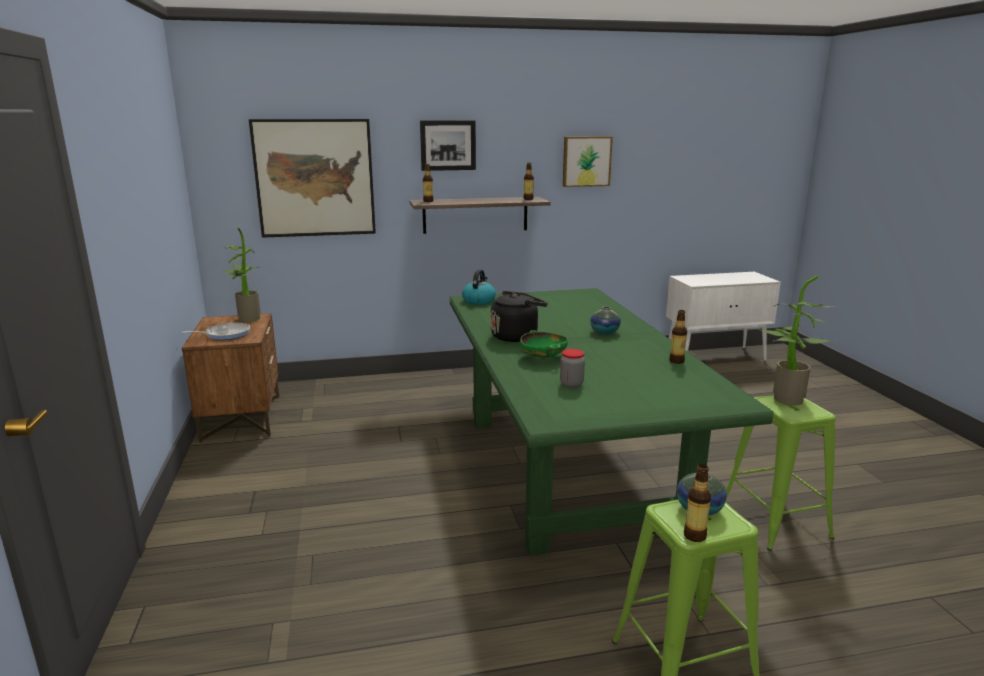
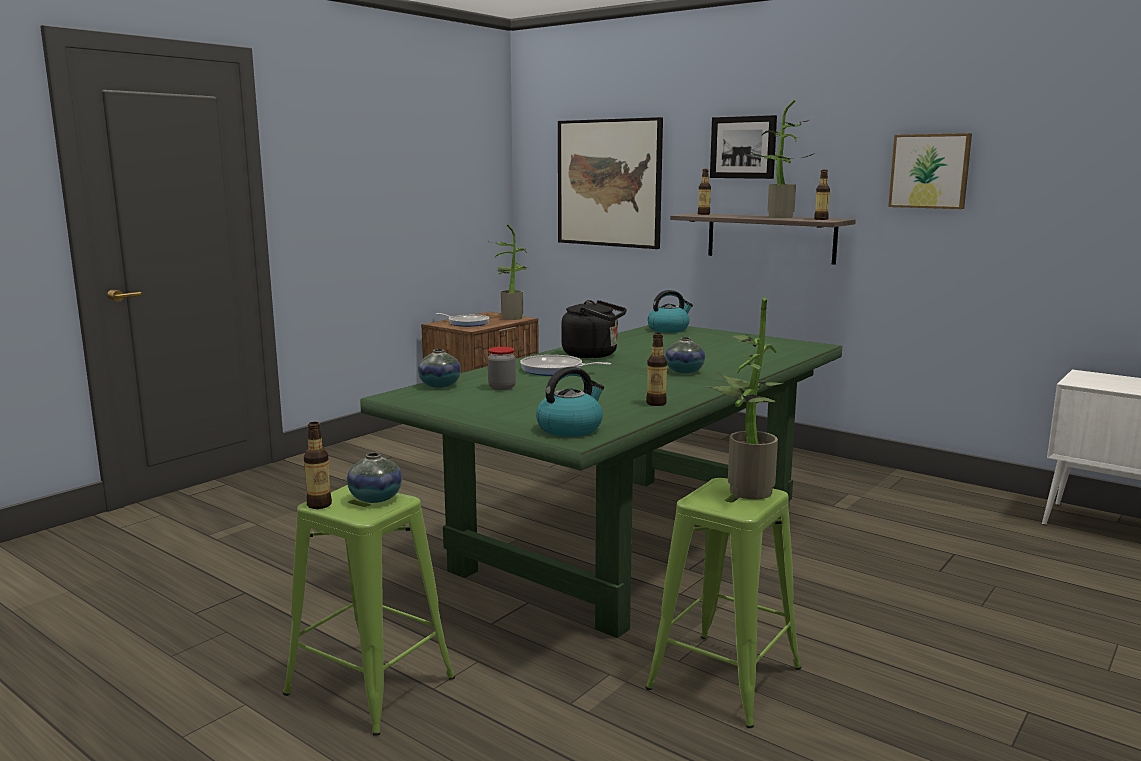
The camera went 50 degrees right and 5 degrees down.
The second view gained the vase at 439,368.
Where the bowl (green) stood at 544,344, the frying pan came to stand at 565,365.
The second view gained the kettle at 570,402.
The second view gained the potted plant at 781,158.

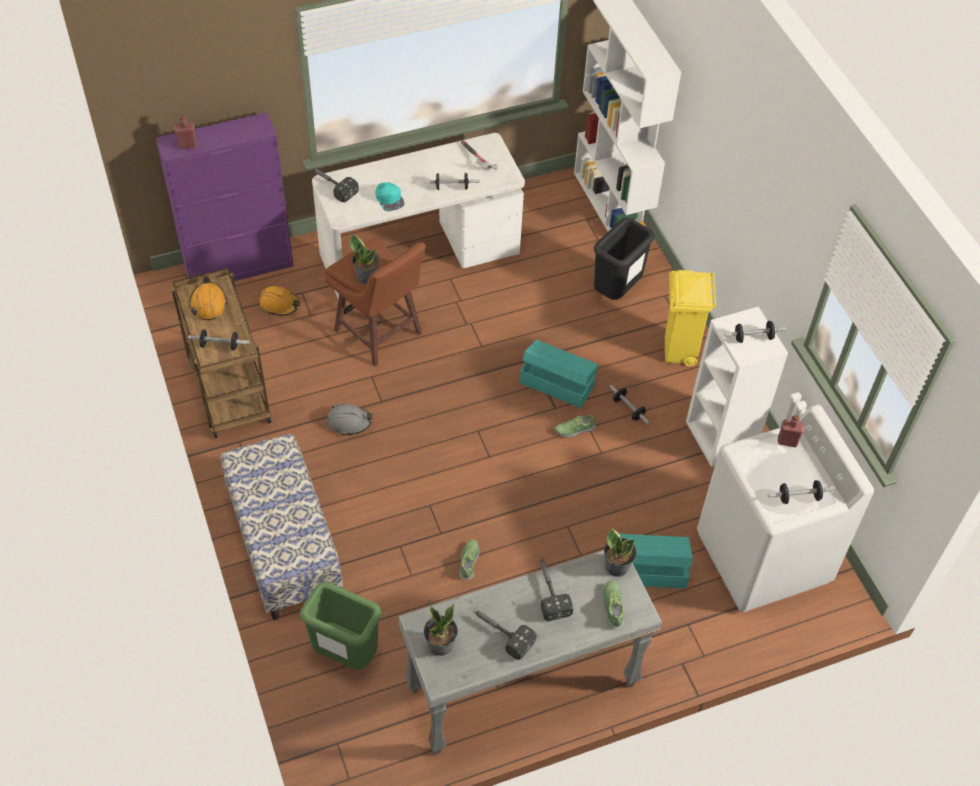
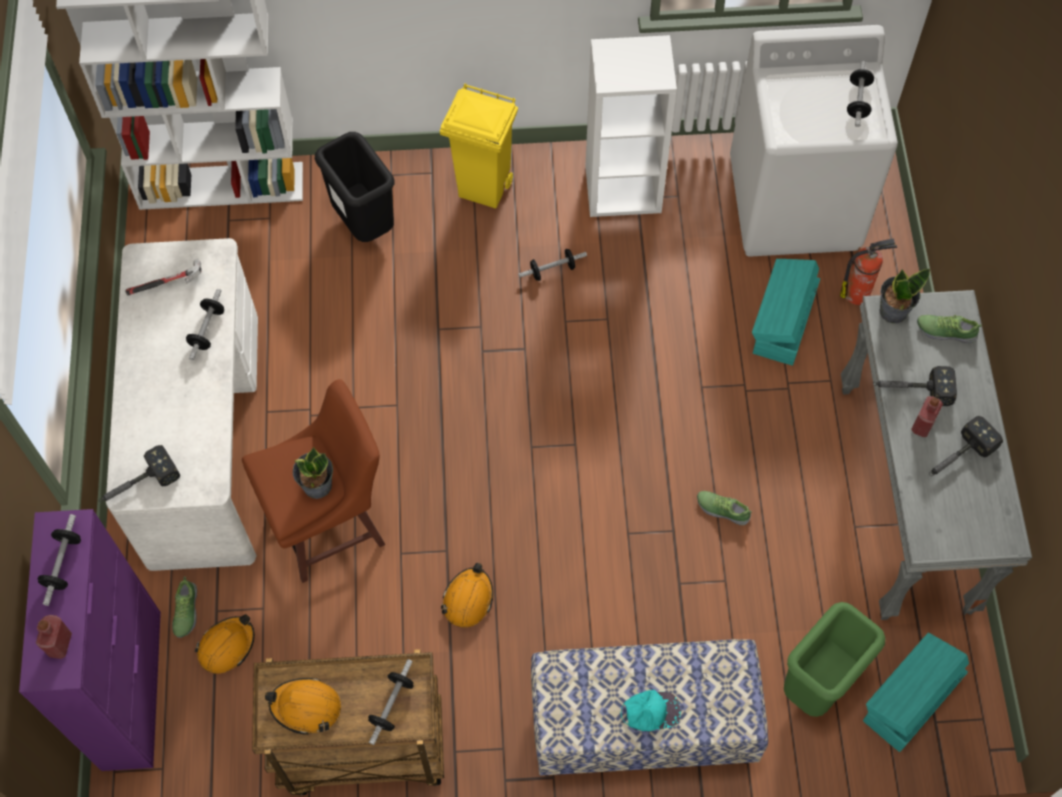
The camera went 70 degrees left and 10 degrees up.
The dumbbell ended up elsewhere, having gone from 755,332 to 59,560.
The shoe ended up elsewhere, having gone from 575,426 to 184,607.
What was the hard hat (grey) at 350,420 turned into the hard hat (orange) at 467,595.
The cap (turquoise) ended up elsewhere, having gone from 390,196 to 650,710.
The second view gained the fire extinguisher at 868,271.
The storage box (turquoise) ended up elsewhere, having gone from 559,374 to 916,692.
The bottle (red) ended up elsewhere, having gone from 791,431 to 927,416.
The second view lost the potted plant at 441,628.

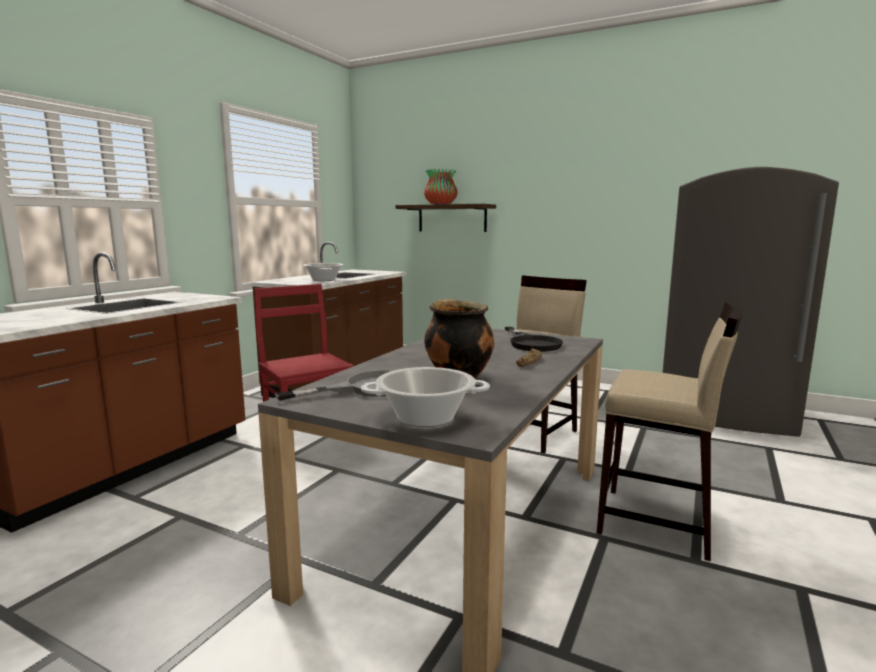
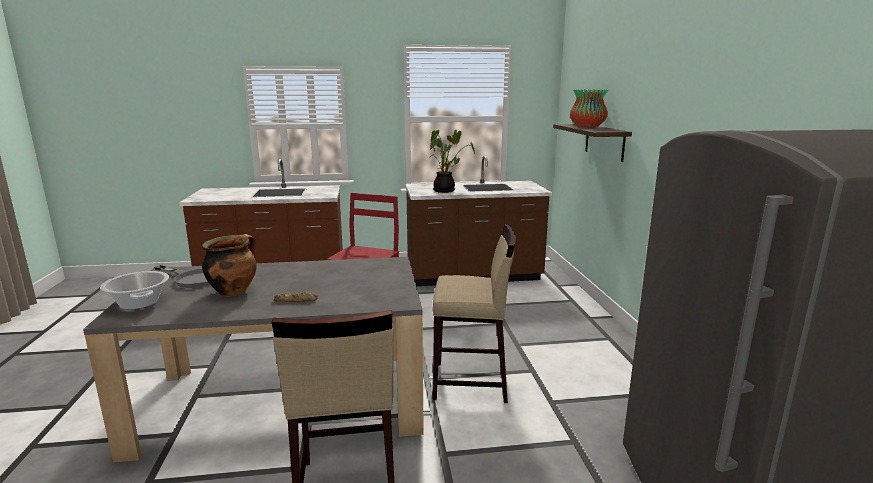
The camera went 55 degrees right and 5 degrees up.
Where the cooking pot stood at 323,272, the potted plant came to stand at 452,161.
The second view lost the frying pan (black) at 534,339.

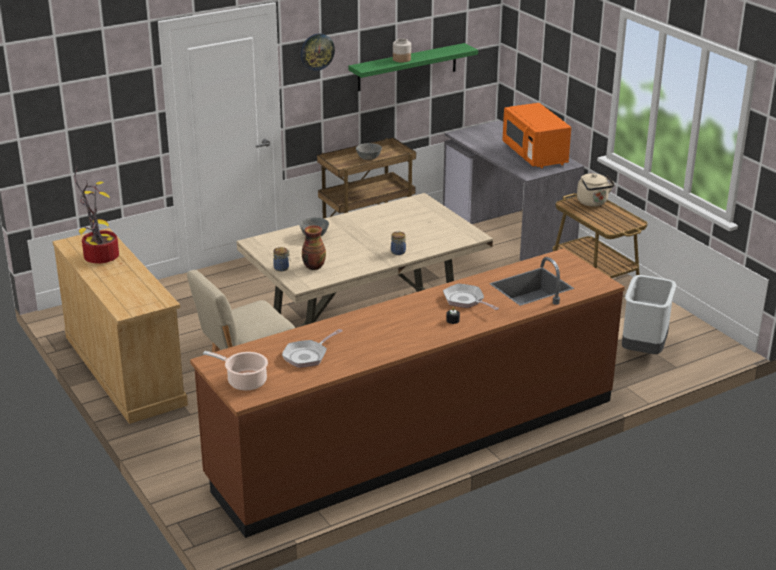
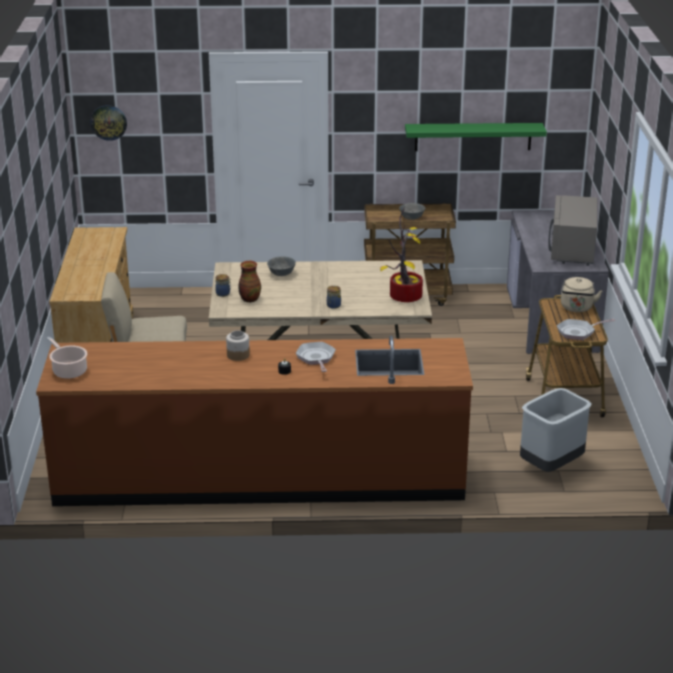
The camera went 30 degrees right and 0 degrees up.
The wall clock ended up elsewhere, having gone from 318,52 to 108,123.
The jar ended up elsewhere, having gone from 402,50 to 238,345.
The potted plant ended up elsewhere, having gone from 96,214 to 401,255.
What was the microwave (orange) at 537,135 turned into the microwave (grey) at 572,230.
The frying pan ended up elsewhere, having gone from 312,348 to 586,329.

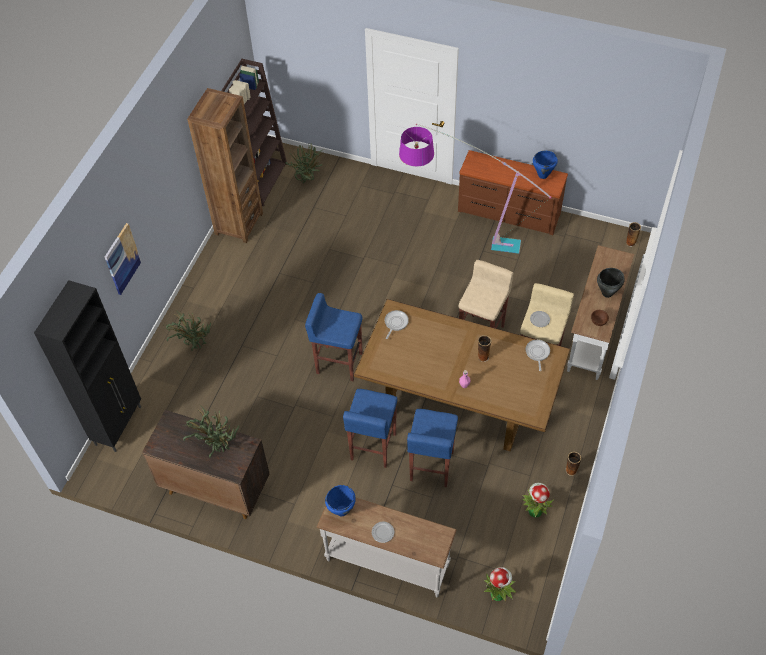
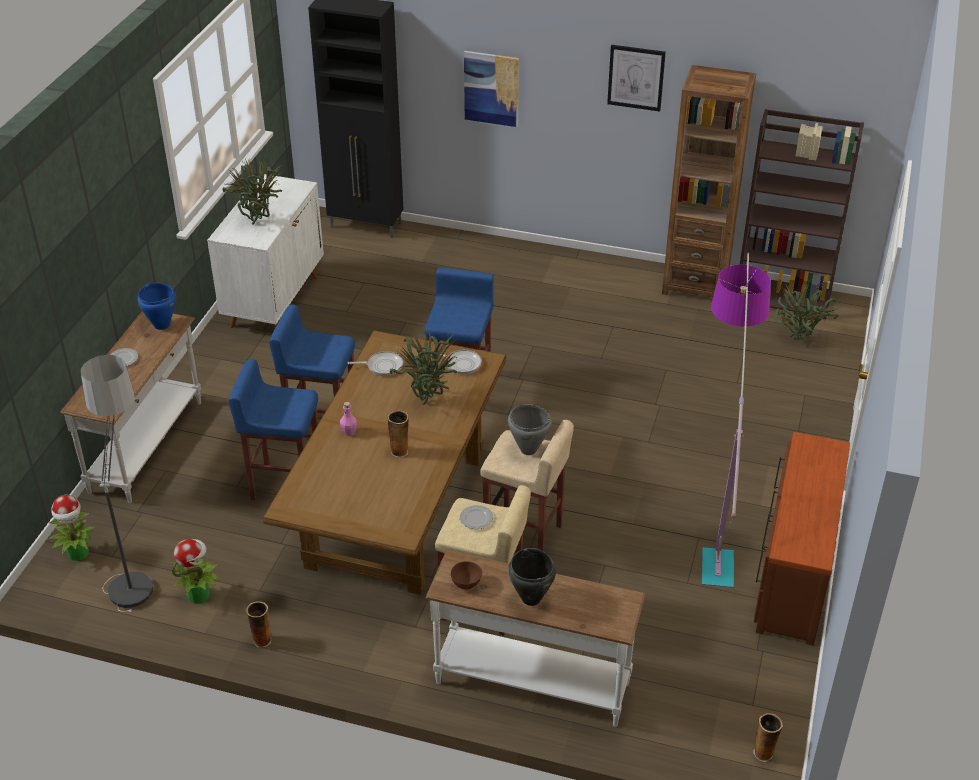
The camera went 85 degrees right and 15 degrees down.
The second view gained the floor lamp at 117,483.
What was the cabinet (brown) at 206,464 turned into the cabinet (white) at 265,252.
The frying pan ended up elsewhere, having gone from 538,355 to 375,363.
The potted plant ended up elsewhere, having gone from 188,331 to 424,366.
The second view gained the cooking pot (grey) at 530,429.
The second view gained the picture at 636,78.
The second view lost the cooking pot (blue) at 545,165.

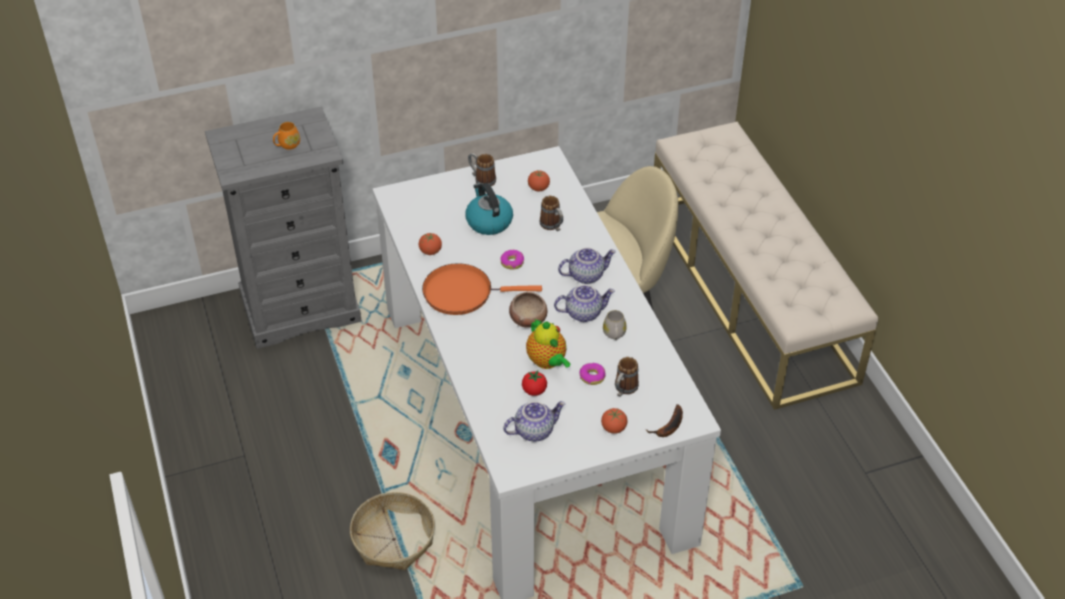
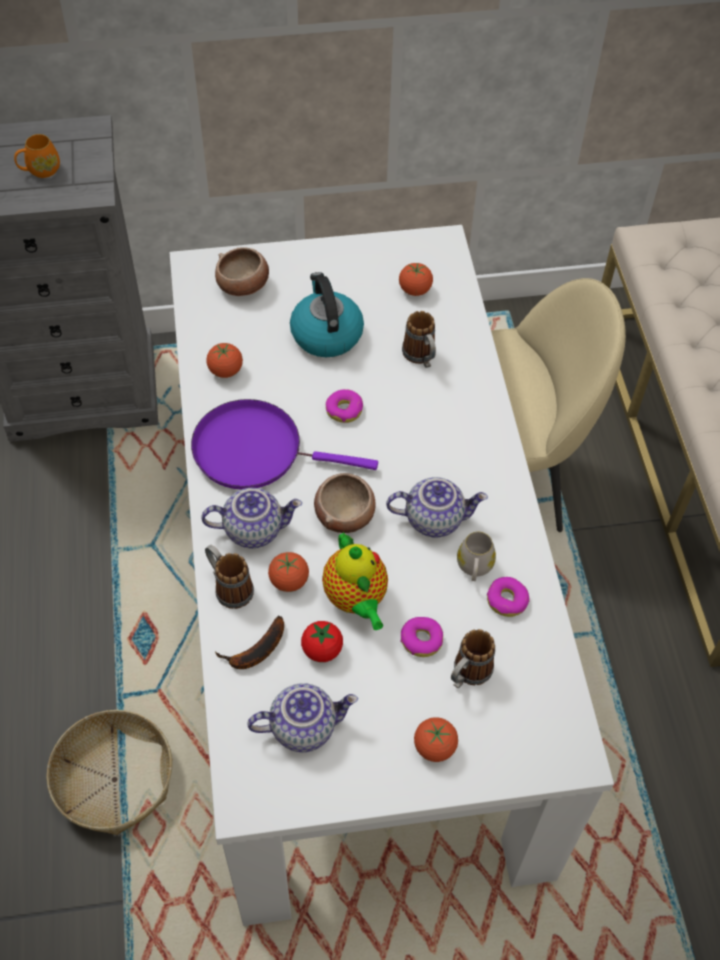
The camera went 10 degrees right and 10 degrees up.
What was the frying pan (orange) at 482,289 turned into the frying pan (purple) at 284,444.
The teapot ended up elsewhere, having gone from 587,266 to 251,518.
The mug ended up elsewhere, having gone from 482,169 to 229,577.
The second view gained the bowl at 242,271.
The banana ended up elsewhere, having gone from 664,420 to 249,642.
The second view gained the tomato at 288,572.
The second view gained the donut at 508,597.

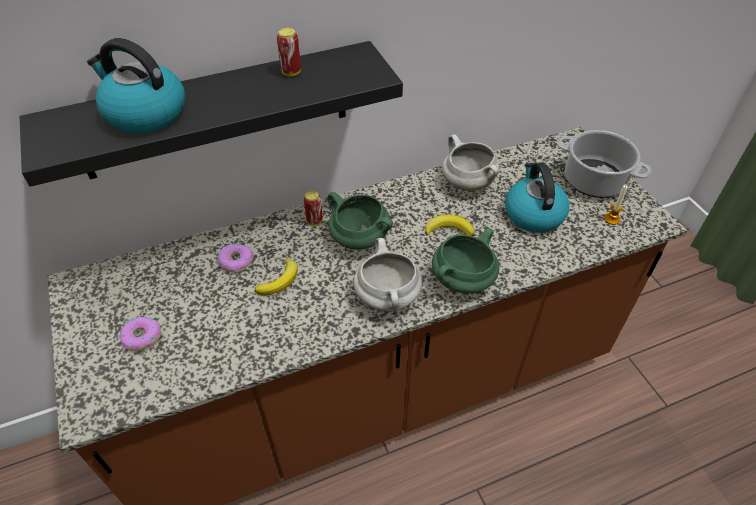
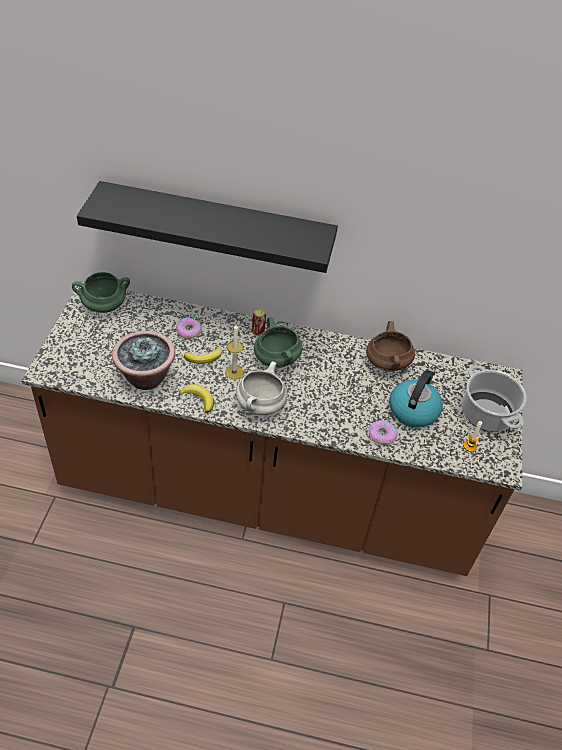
The camera went 30 degrees right and 0 degrees up.
The cooking pot (green) ended up elsewhere, having gone from 465,261 to 101,292.
The second view gained the potted plant at 143,360.
The banana ended up elsewhere, having gone from 450,225 to 196,398.
The second view gained the candle at 234,352.
What was the cooking pot (white) at 471,162 turned into the cooking pot (brown) at 390,346.
The donut ended up elsewhere, having gone from 140,333 to 383,432.
The second view lost the kettle at 136,86.
The second view lost the can at 289,52.

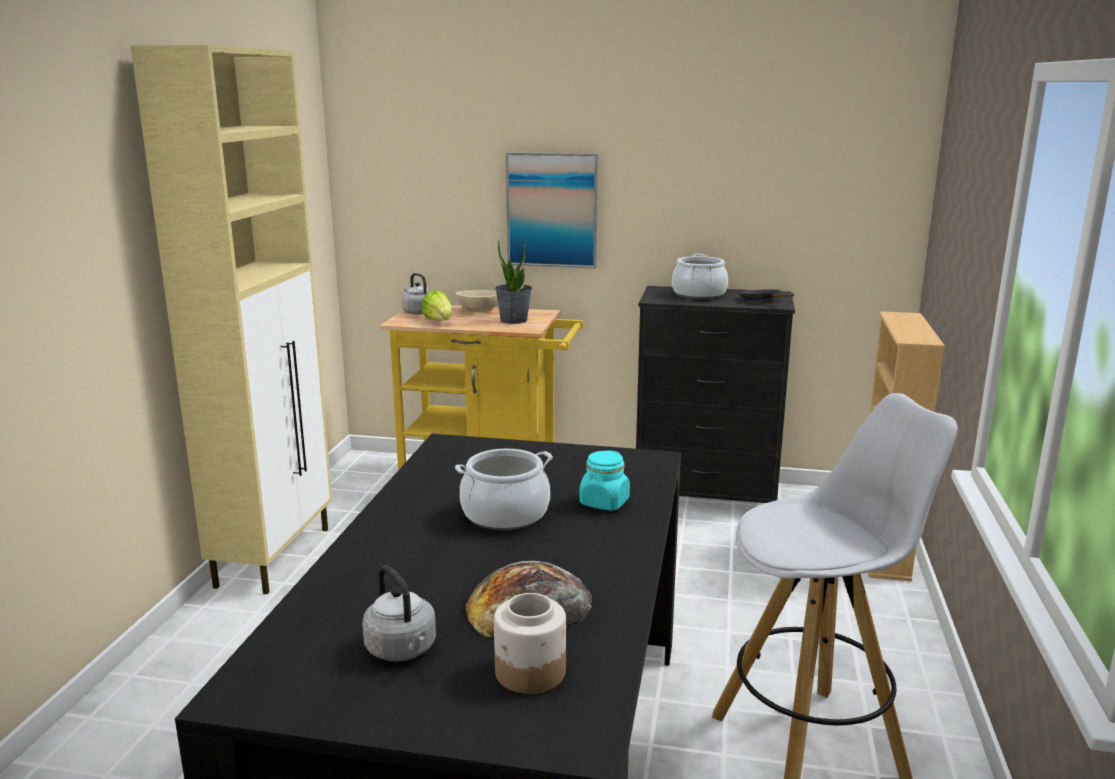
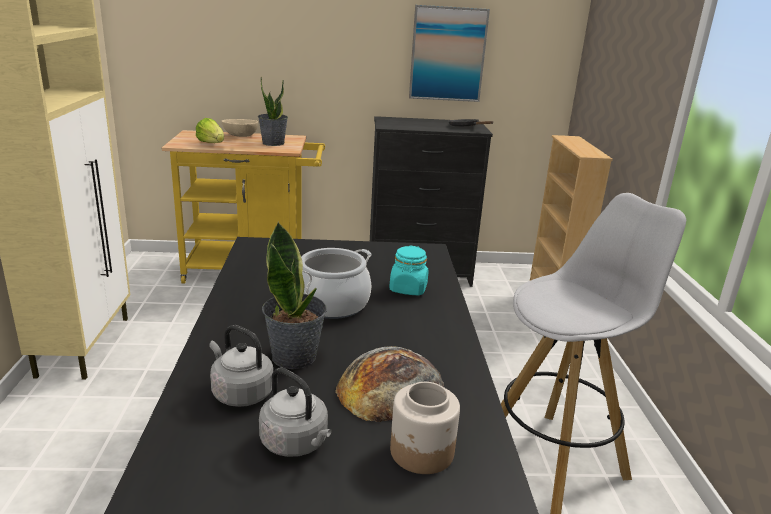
The camera went 15 degrees left and 5 degrees up.
The kettle (grey) ended up elsewhere, having gone from 415,294 to 241,366.
The second view gained the potted plant at 294,295.
The picture ended up elsewhere, having gone from 552,210 to 449,53.
The second view lost the cooking pot at 700,276.

